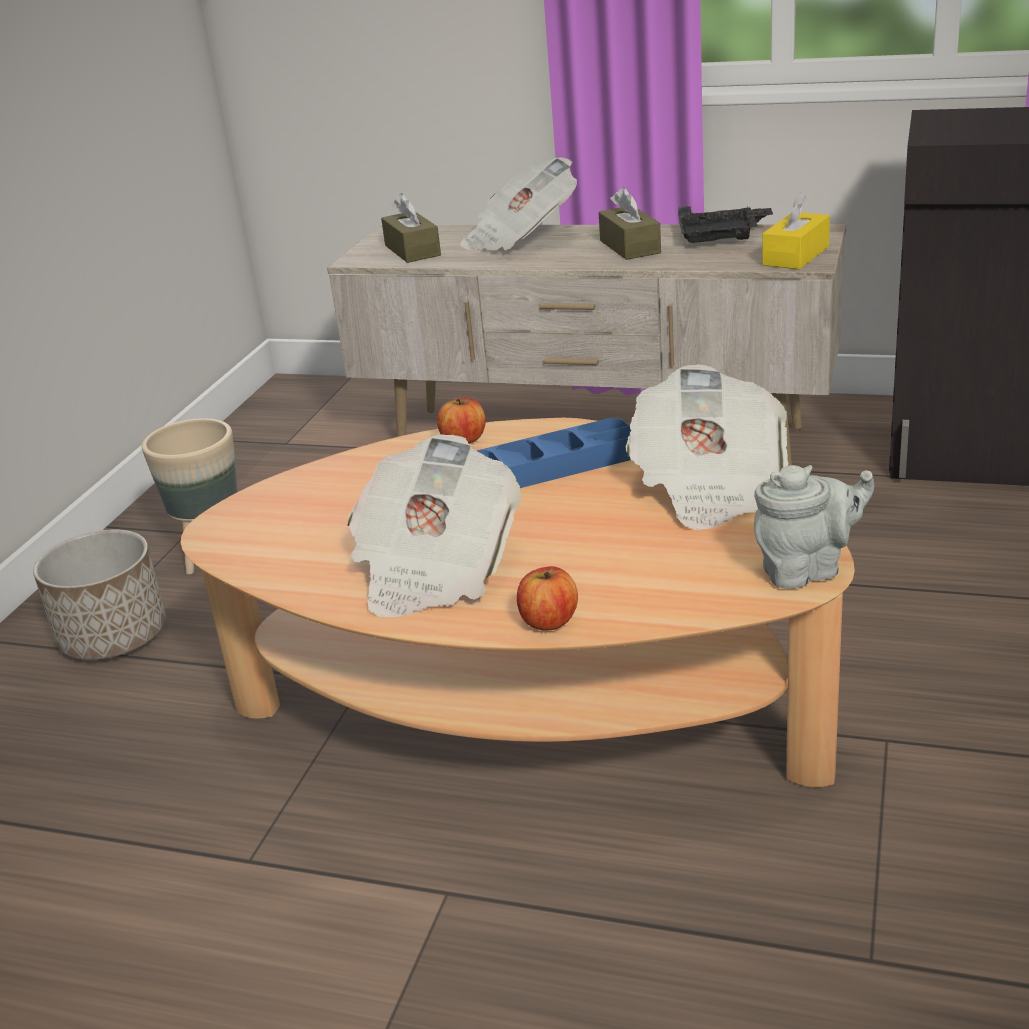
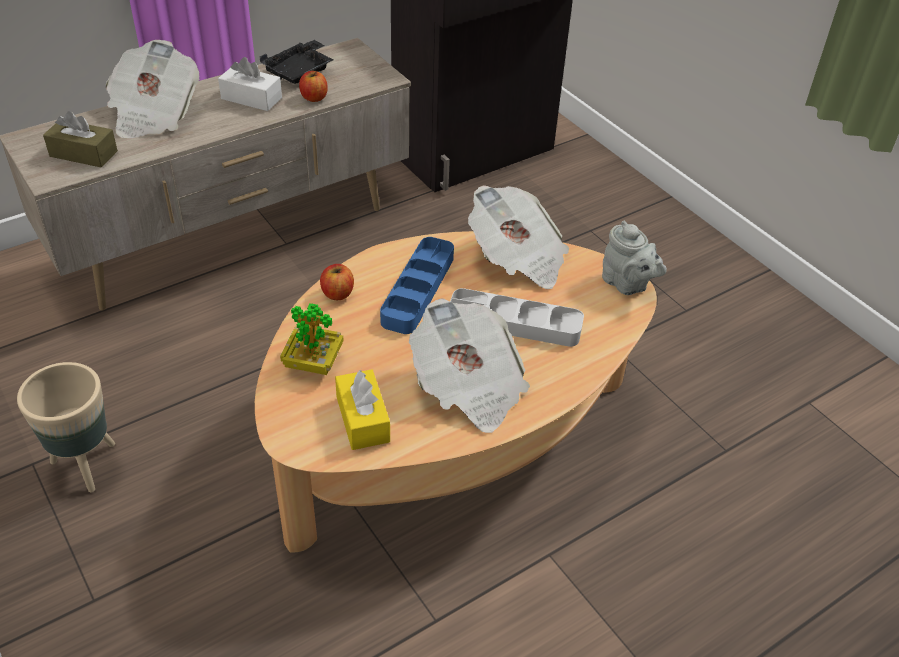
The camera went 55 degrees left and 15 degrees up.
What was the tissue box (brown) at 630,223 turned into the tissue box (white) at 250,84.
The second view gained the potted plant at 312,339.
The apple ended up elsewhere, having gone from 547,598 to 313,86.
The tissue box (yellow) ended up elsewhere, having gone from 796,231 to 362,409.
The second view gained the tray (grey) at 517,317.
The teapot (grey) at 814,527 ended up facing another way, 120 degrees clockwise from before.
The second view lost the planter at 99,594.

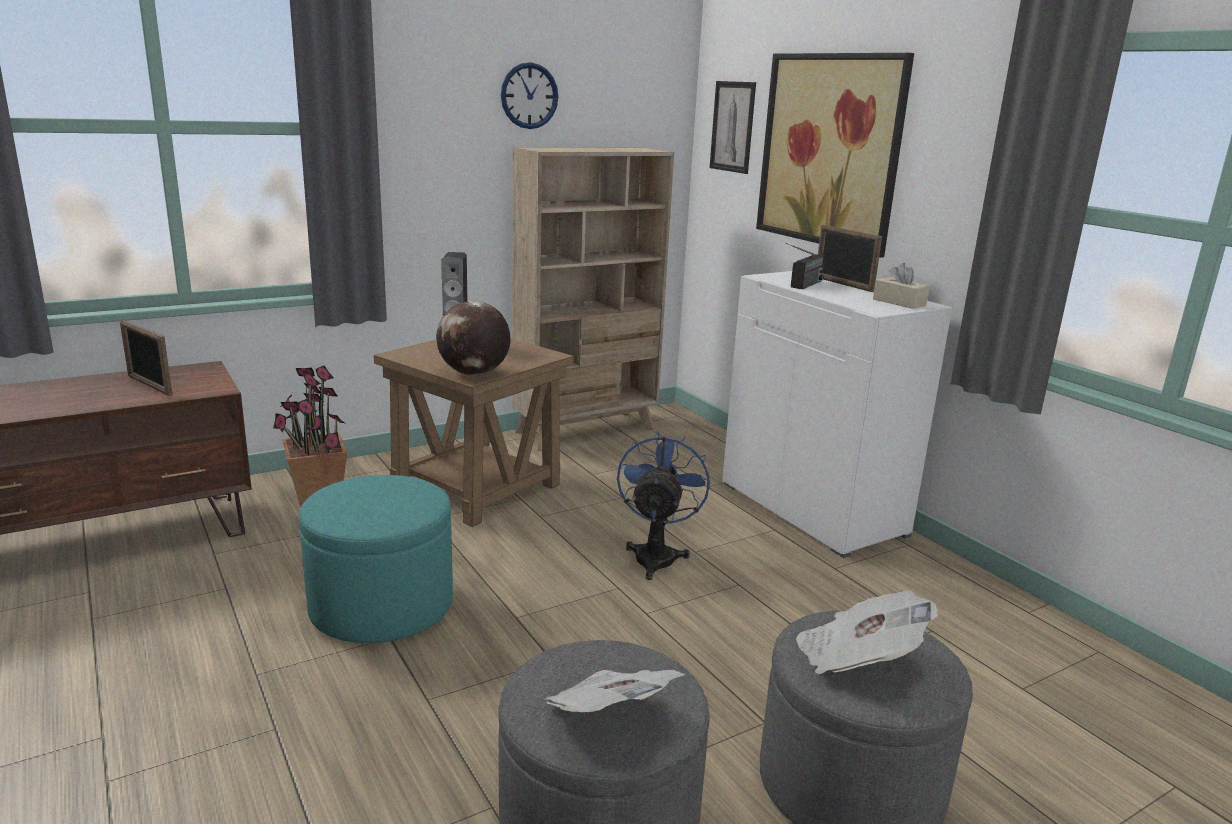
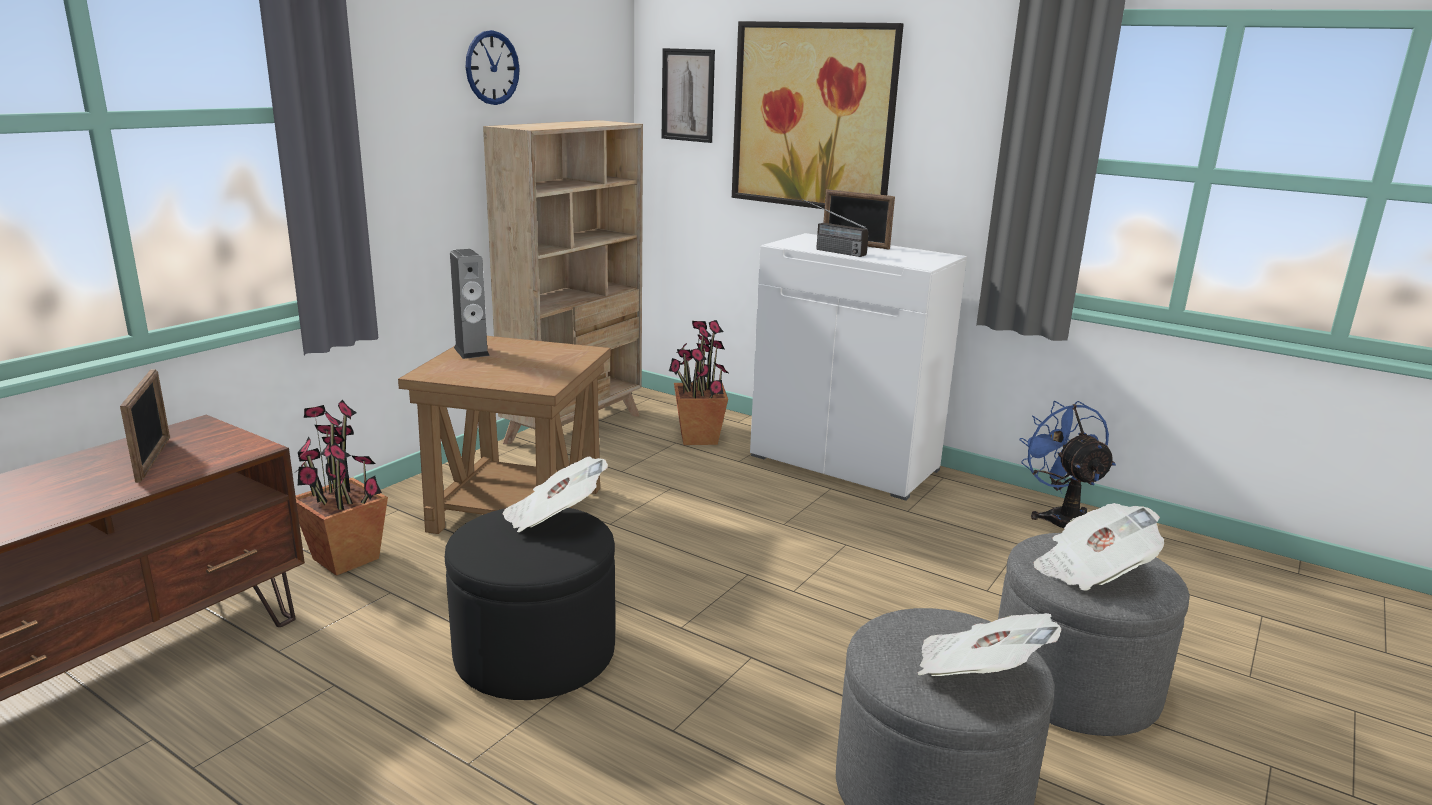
The camera went 25 degrees left and 0 degrees up.
The picture frame at 146,358 ended up facing another way, 120 degrees counterclockwise from before.
What was the ottoman (turquoise) at 376,559 turned into the ottoman (black) at 530,604.
The second view gained the newspaper at 555,494.
The second view gained the potted plant at 699,382.
The radio at 804,266 ended up facing another way, 120 degrees clockwise from before.
The fan (blue) ended up elsewhere, having gone from 664,505 to 1067,464.
The second view lost the globe at 473,338.
The second view lost the tissue box (beige) at 901,286.

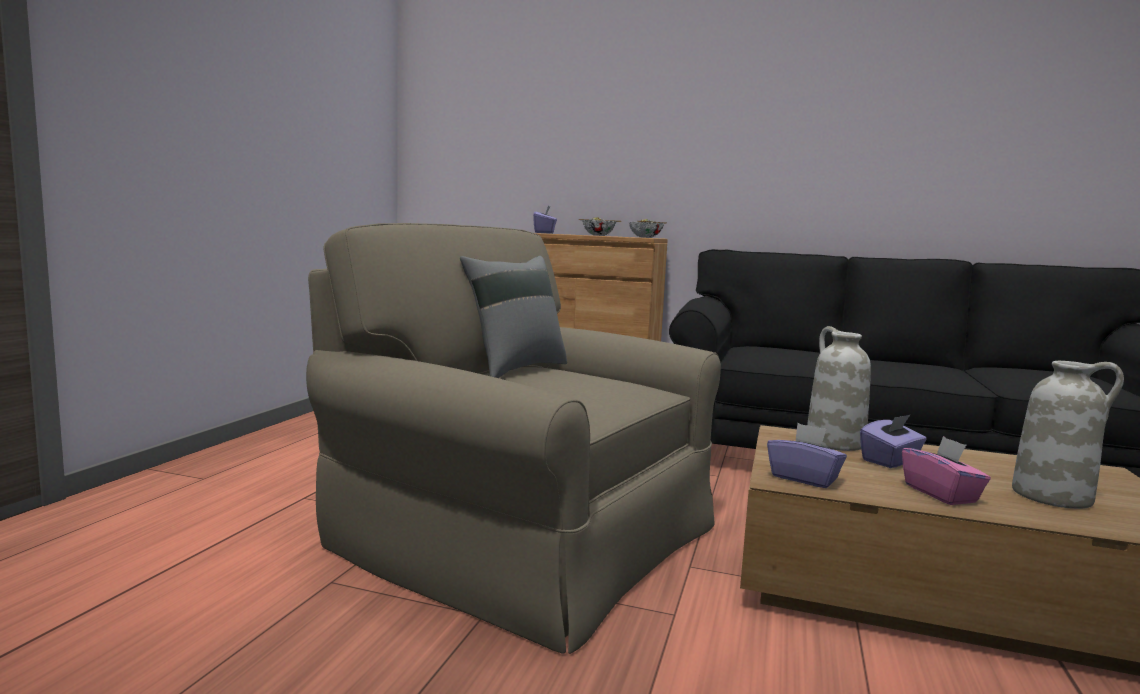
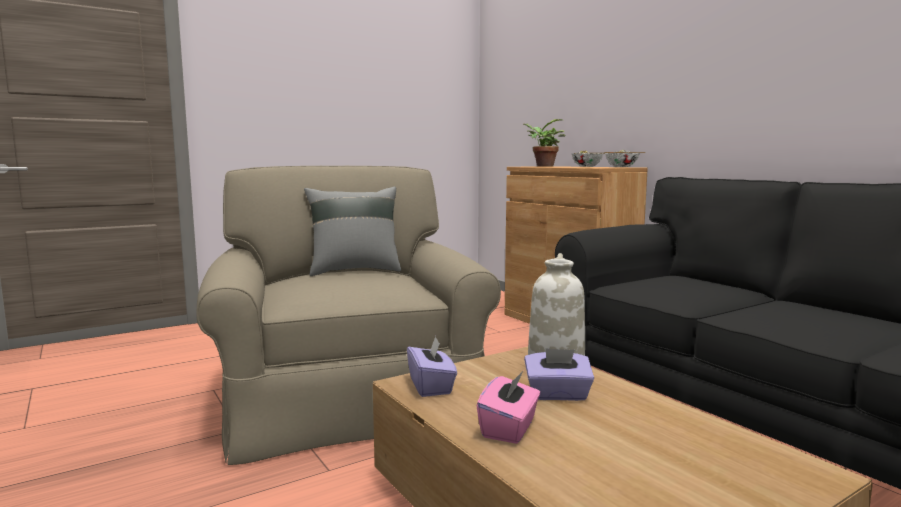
The camera went 40 degrees right and 0 degrees up.
Where the tissue box (purple) stood at 545,219, the potted plant came to stand at 544,143.
The second view lost the vase (white) at 1068,435.

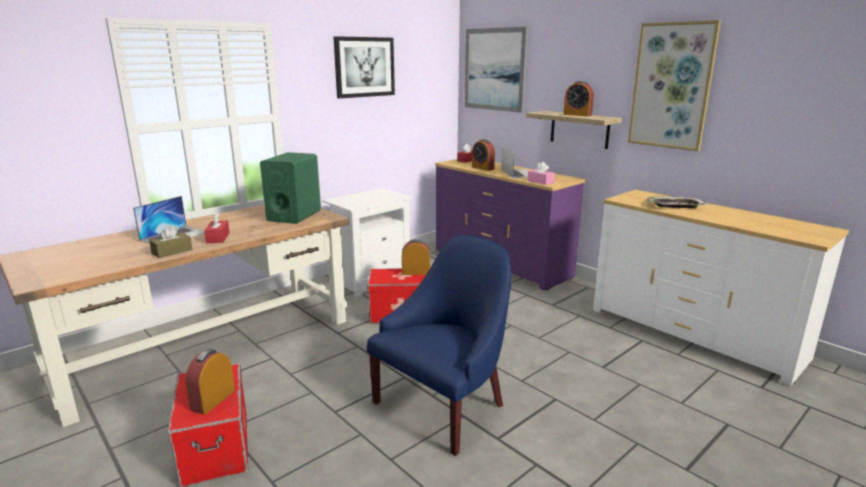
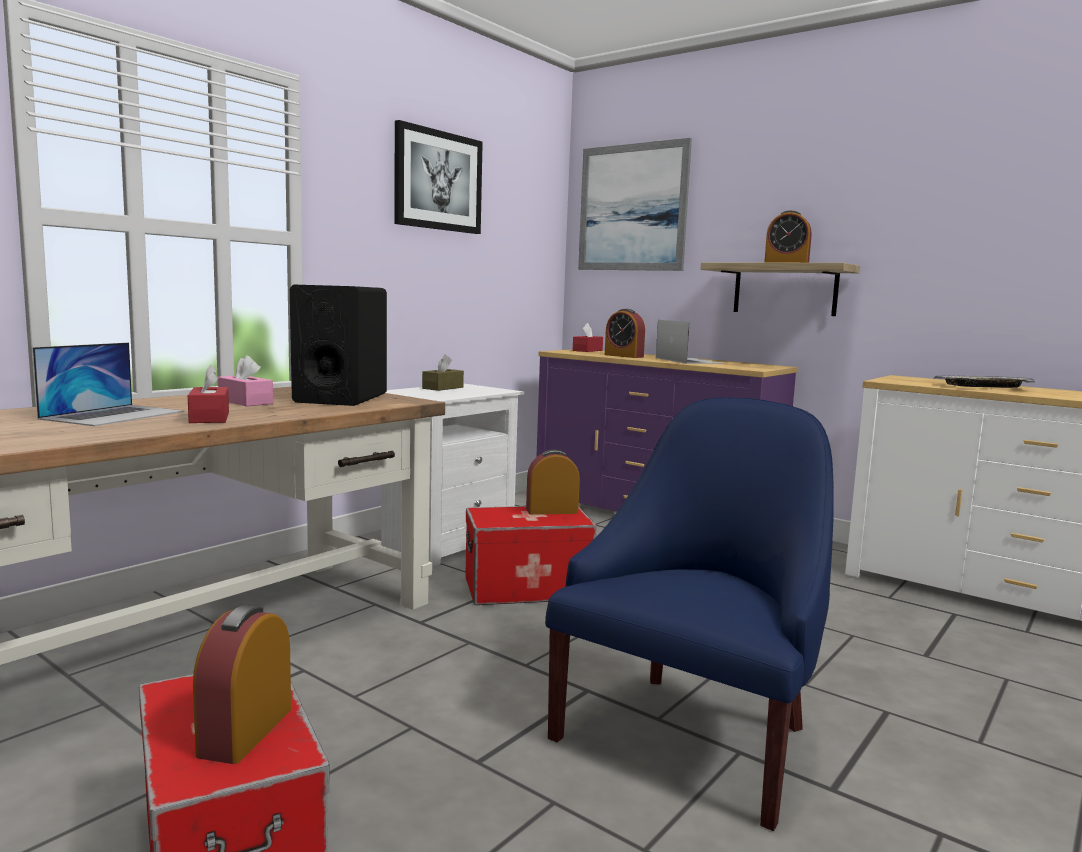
The camera went 10 degrees left and 10 degrees down.
The tissue box (pink) ended up elsewhere, having gone from 541,173 to 245,380.
What was the speaker (green) at 290,188 turned into the speaker (black) at 338,345.
The tissue box (brown) ended up elsewhere, having gone from 170,241 to 443,372.
The second view lost the picture at 674,85.

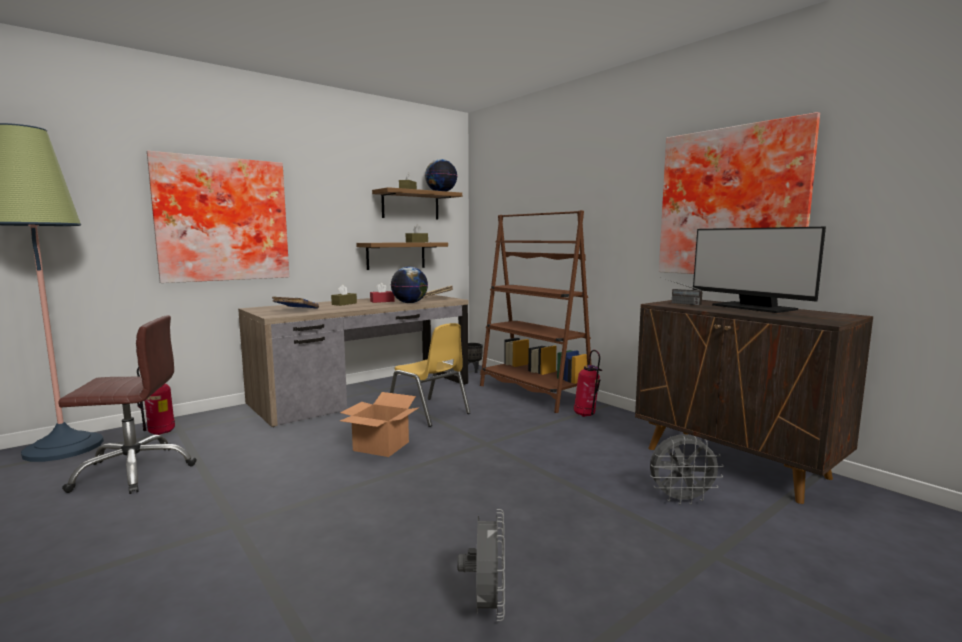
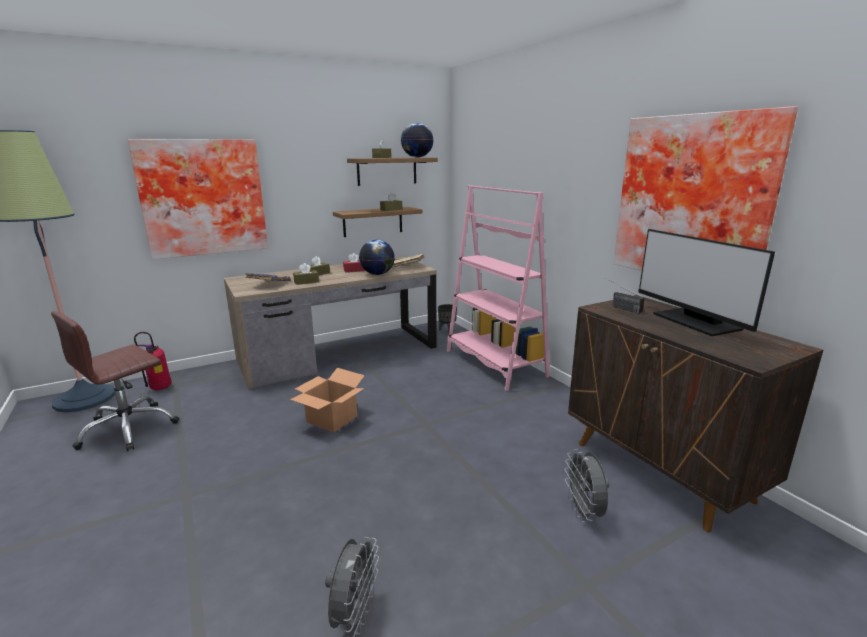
The camera went 10 degrees right and 10 degrees up.
The office chair (brown) at 127,404 ended up facing another way, 135 degrees clockwise from before.
The second view gained the tissue box (brown) at 306,274.
What was the bookcase (brown) at 535,311 turned into the bookcase (pink) at 498,288.
The fan (grey) at 687,470 ended up facing another way, 75 degrees clockwise from before.
The second view lost the chair (yellow) at 430,375.
The second view lost the fire extinguisher at 588,383.

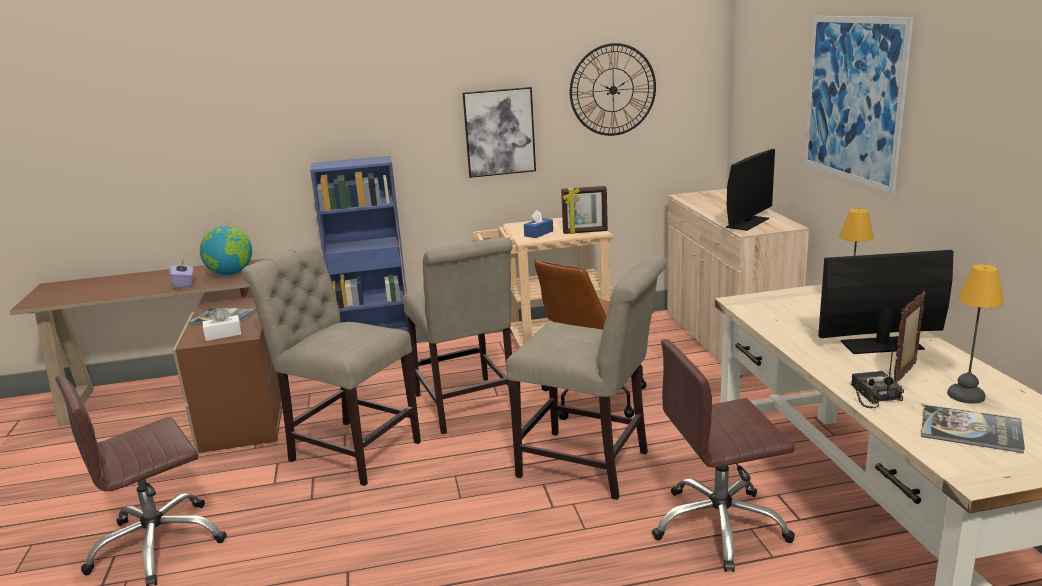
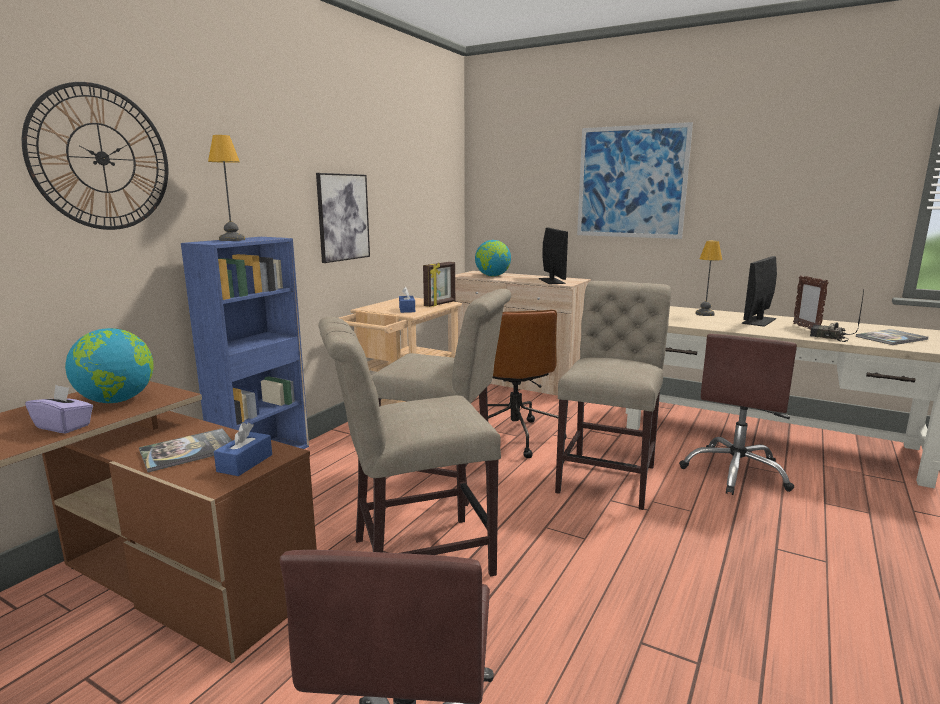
The camera went 50 degrees left and 5 degrees down.
The wall clock ended up elsewhere, having gone from 613,89 to 95,156.
The table lamp ended up elsewhere, having gone from 975,334 to 226,188.
What was the tissue box (white) at 222,324 turned into the tissue box (blue) at 243,449.
The second view gained the globe at 493,258.
The chair (beige) at 586,378 ended up facing another way, 45 degrees counterclockwise from before.

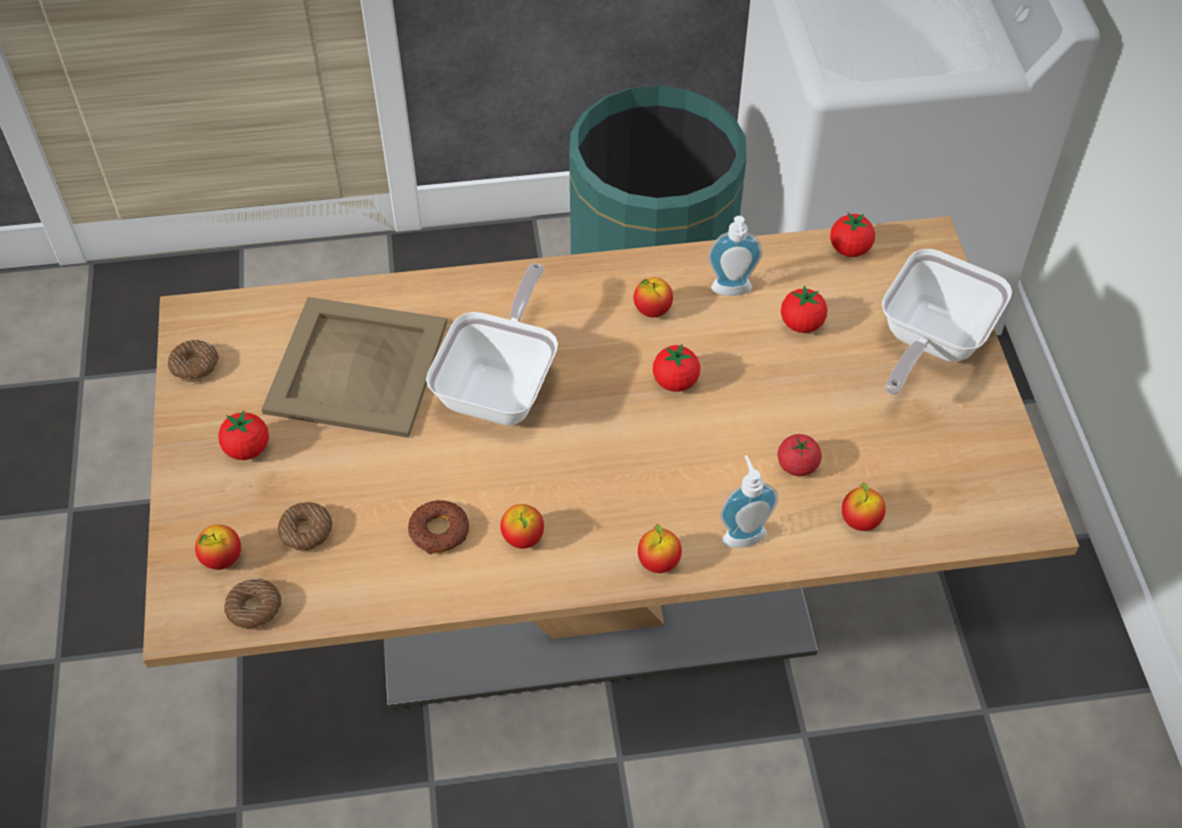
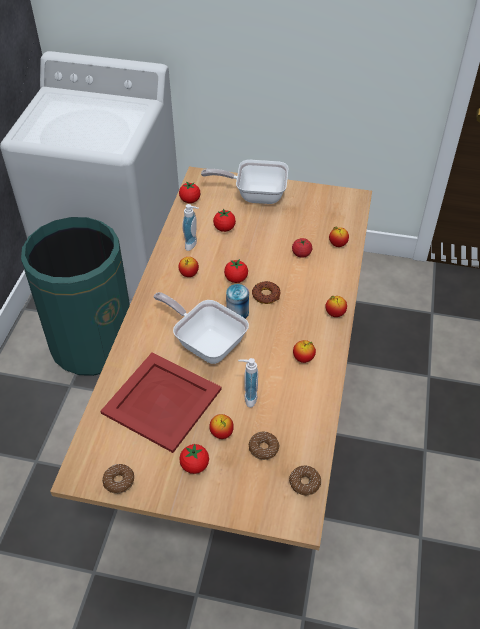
The camera went 70 degrees left and 5 degrees down.
What was the tray (beige) at 354,367 turned into the tray (red) at 161,402.
The frying pan at 947,322 ended up facing another way, 135 degrees clockwise from before.
The apple ended up elsewhere, having gone from 218,547 to 221,426.
The second view gained the can at 237,301.
The soap dispenser ended up elsewhere, having gone from 749,501 to 248,383.
The donut ended up elsewhere, having gone from 438,527 to 266,292.

